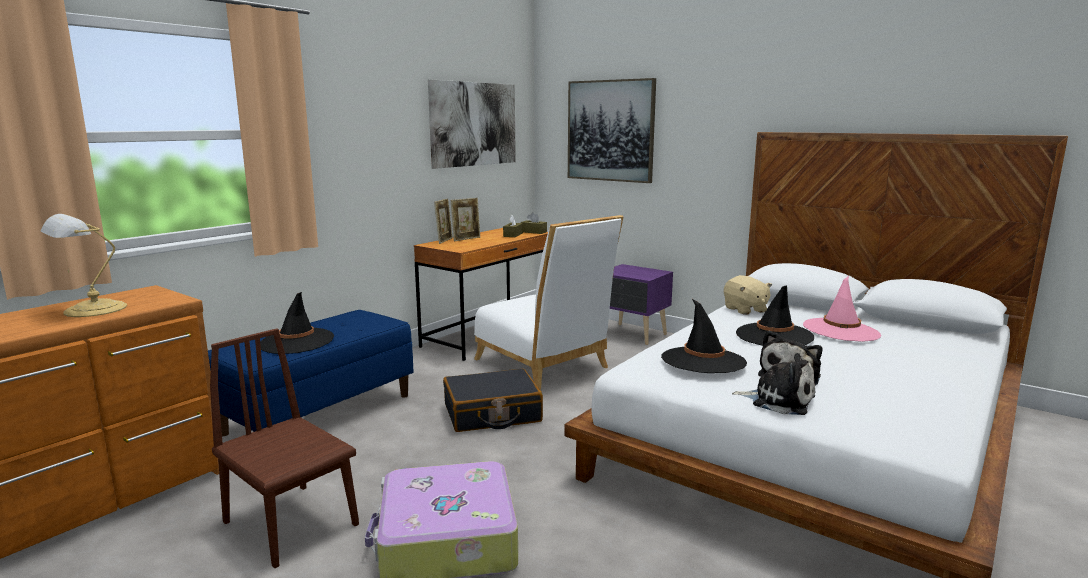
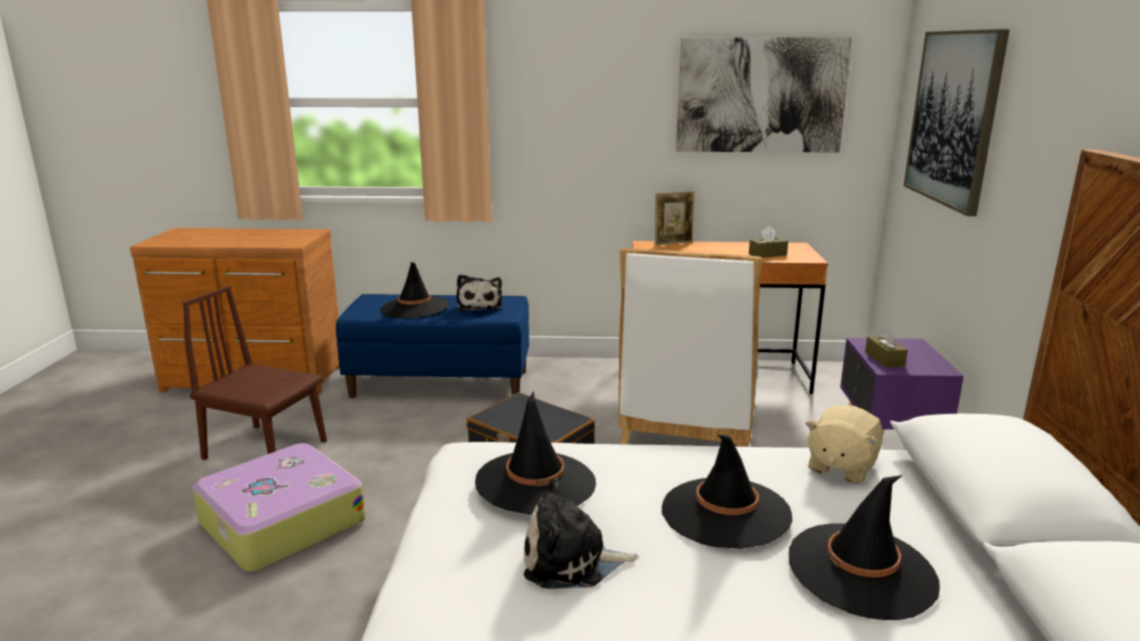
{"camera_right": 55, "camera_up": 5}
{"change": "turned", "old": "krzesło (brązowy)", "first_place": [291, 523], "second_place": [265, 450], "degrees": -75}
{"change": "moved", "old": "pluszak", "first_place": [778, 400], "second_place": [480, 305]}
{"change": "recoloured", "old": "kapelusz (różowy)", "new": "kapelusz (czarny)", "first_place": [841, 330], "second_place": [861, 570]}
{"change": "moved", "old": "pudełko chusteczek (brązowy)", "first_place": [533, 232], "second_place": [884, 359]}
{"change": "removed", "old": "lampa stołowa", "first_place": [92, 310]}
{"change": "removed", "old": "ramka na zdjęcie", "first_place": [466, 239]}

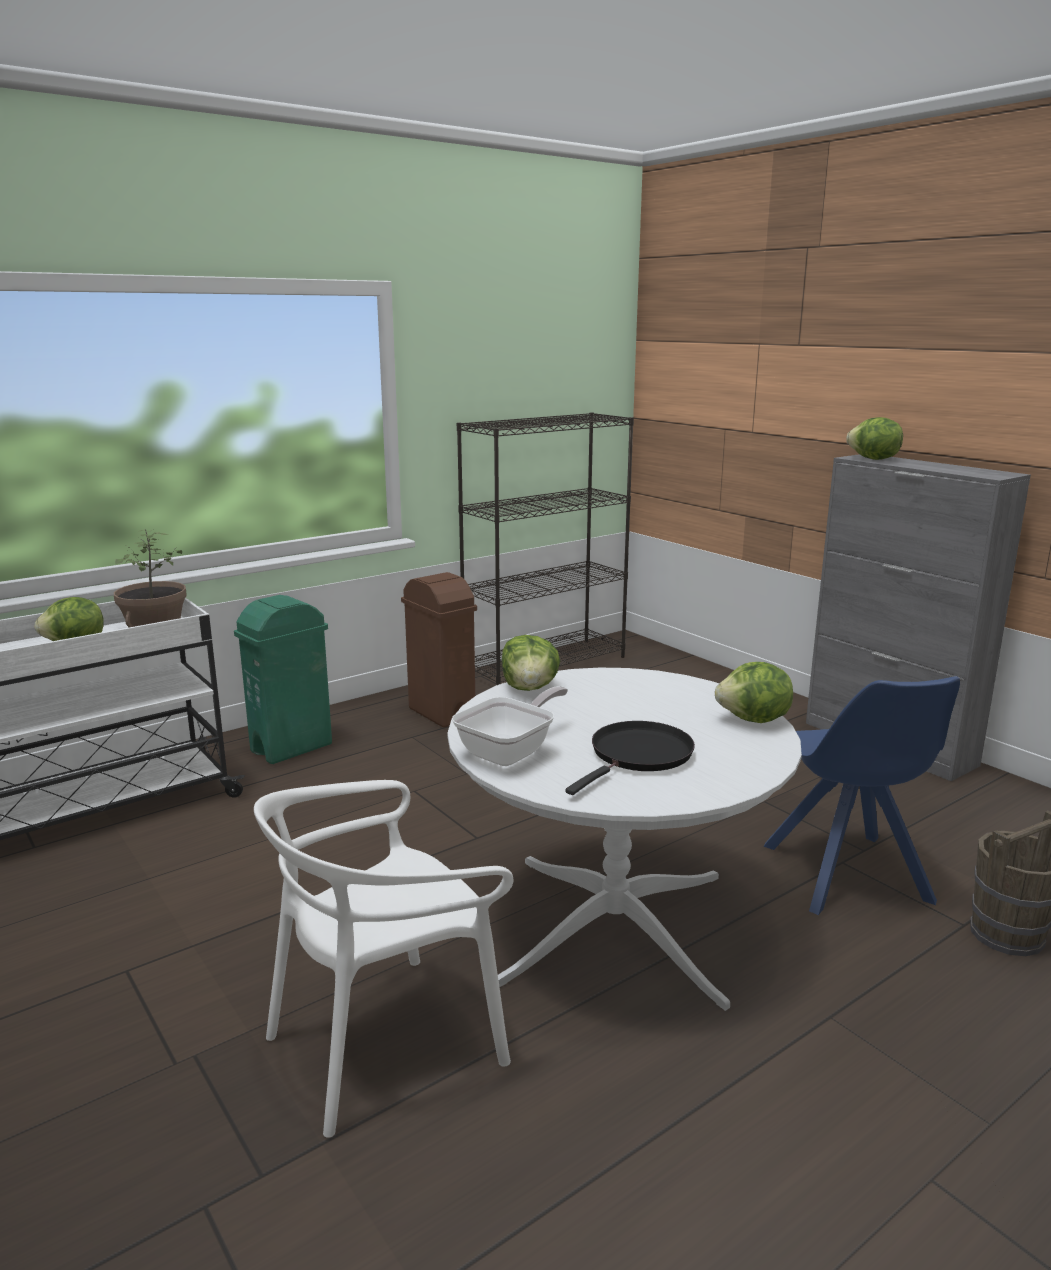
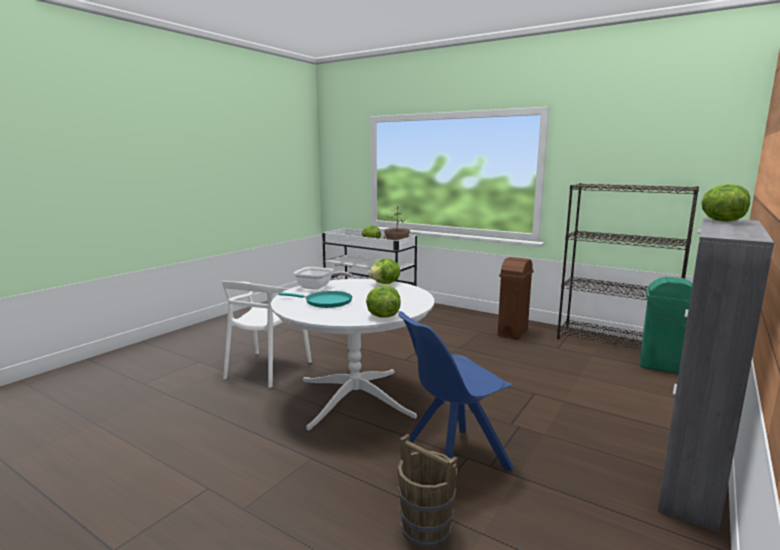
{"camera_right": 70, "camera_up": -5}
{"change": "turned", "old": "krzesło (biały)", "first_place": [385, 1043], "second_place": [267, 369], "degrees": -105}
{"change": "recoloured", "old": "patelnia (czarny)", "new": "patelnia (turkusowy)", "first_place": [638, 756], "second_place": [325, 302]}
{"change": "moved", "old": "kosz na śmieci (zielony)", "first_place": [292, 748], "second_place": [663, 367]}

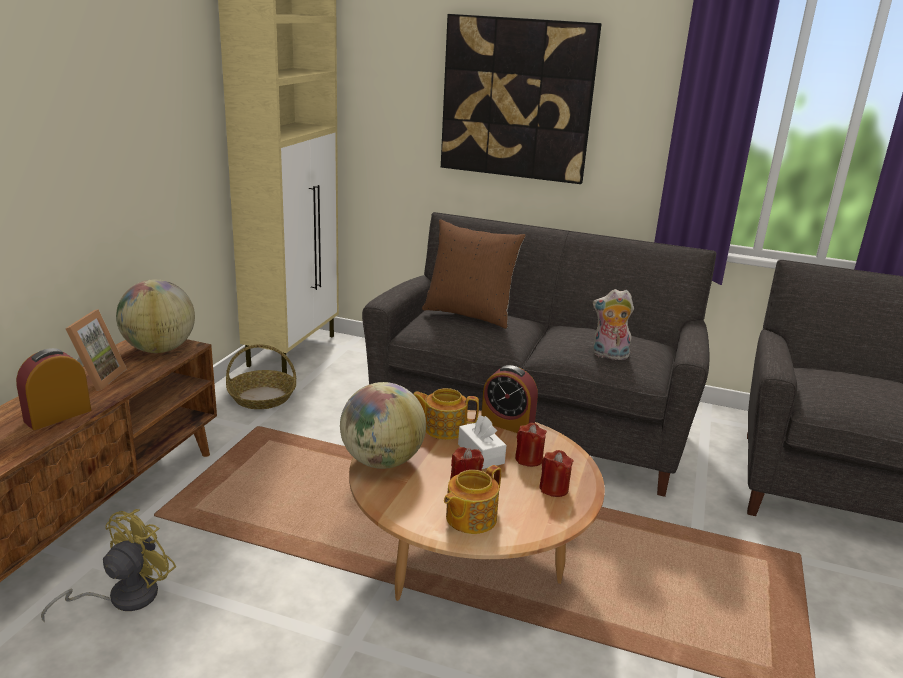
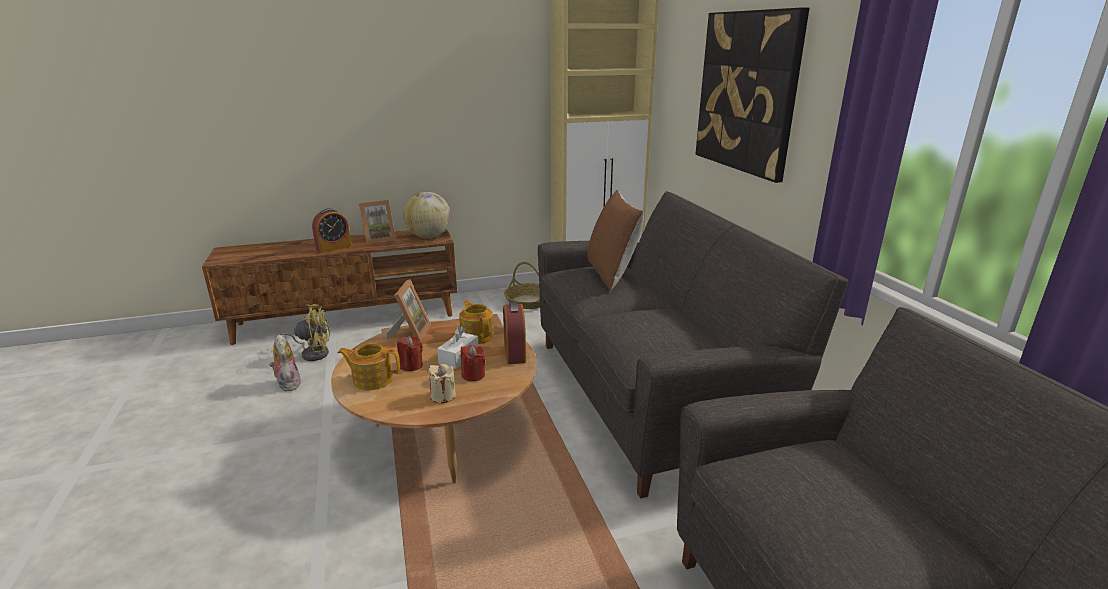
{"camera_right": 55, "camera_up": 0}
{"change": "moved", "old": "pluszak", "first_place": [609, 355], "second_place": [287, 384]}
{"change": "turned", "old": "budzik", "first_place": [58, 415], "second_place": [333, 247], "degrees": 135}
{"change": "replaced", "old": "globus", "new": "ramka na zdjęcie", "first_place": [382, 461], "second_place": [410, 333]}
{"change": "recoloured", "old": "świeca (czerwony)", "new": "świeca (beżowy)", "first_place": [554, 488], "second_place": [443, 396]}

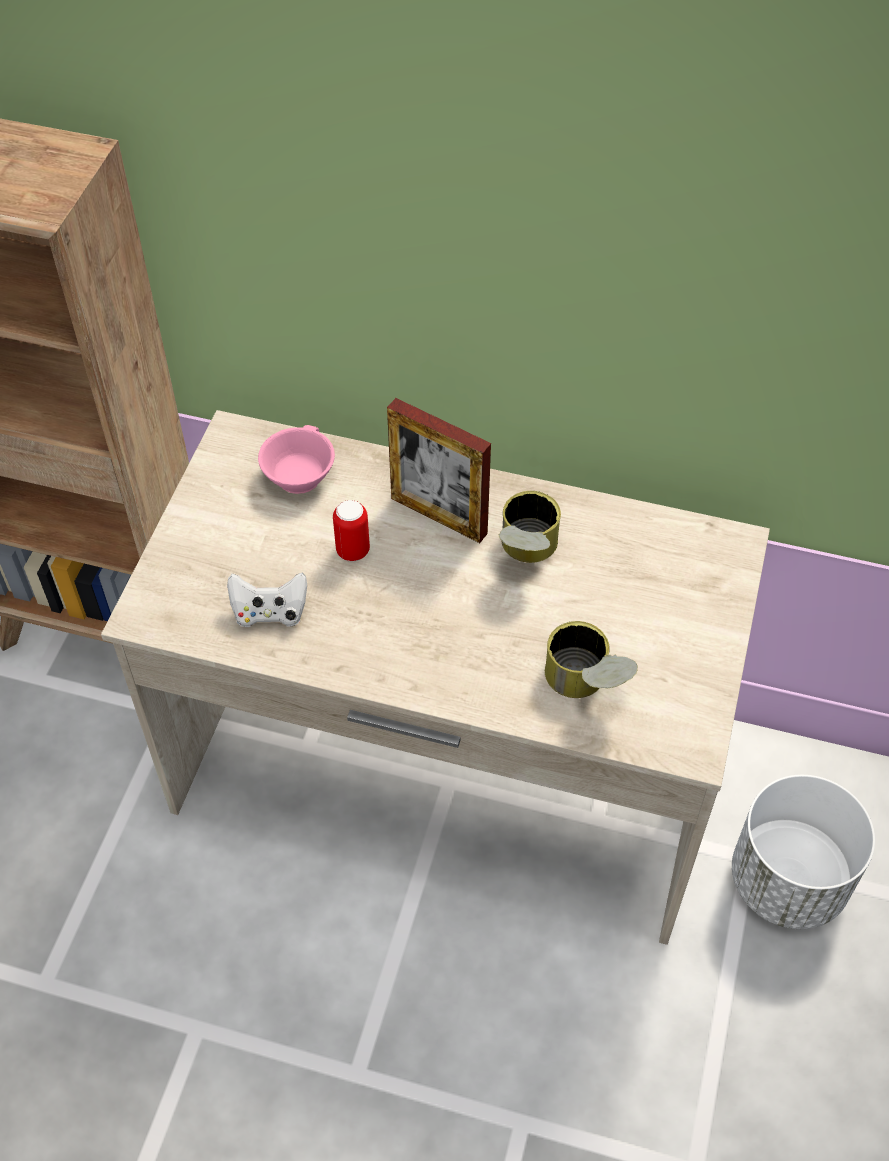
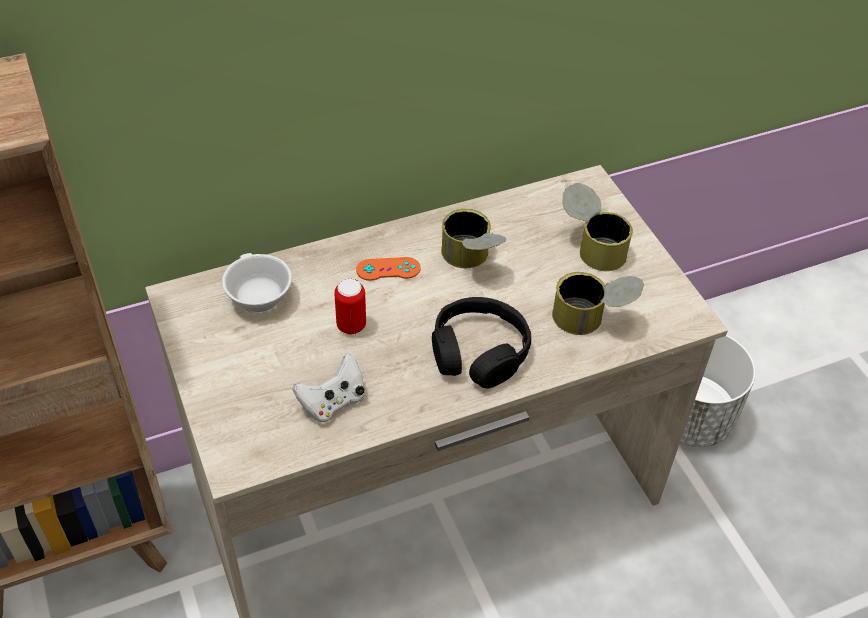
{"camera_right": -40, "camera_up": -5}
{"change": "recoloured", "old": "filiżanka (różowy)", "new": "filiżanka (biały)", "first_place": [297, 474], "second_place": [256, 297]}
{"change": "replaced", "old": "ramka na zdjęcie", "new": "pad do gier (pomarańczowy)", "first_place": [439, 516], "second_place": [388, 269]}
{"change": "added", "new": "słuchawki (czarny)", "second_place": [478, 352]}
{"change": "added", "new": "puszka", "second_place": [591, 246]}

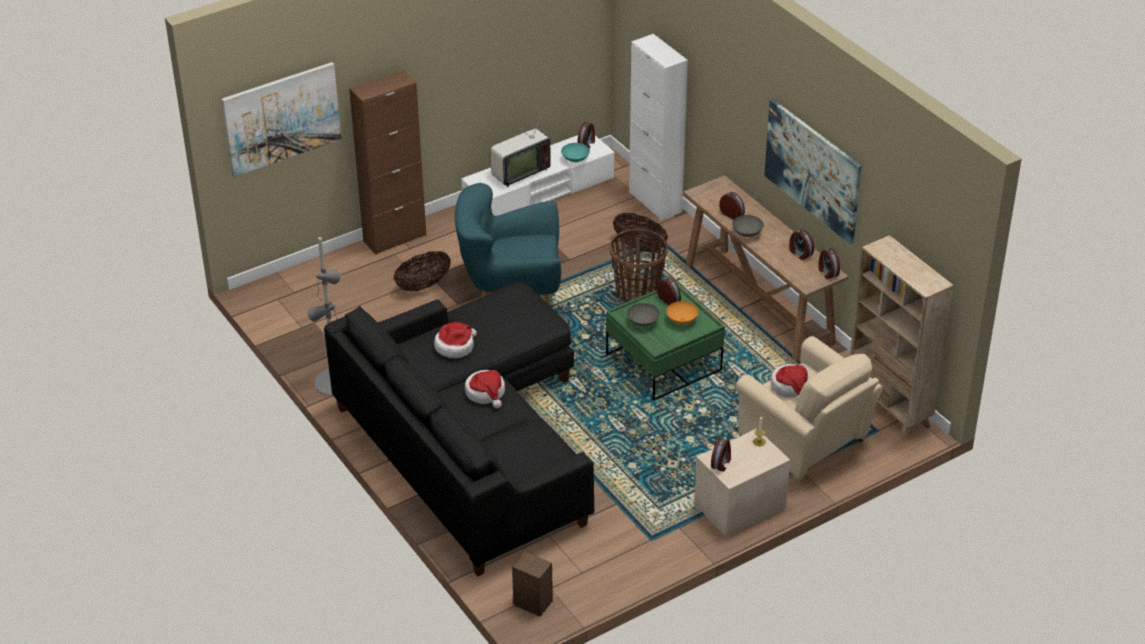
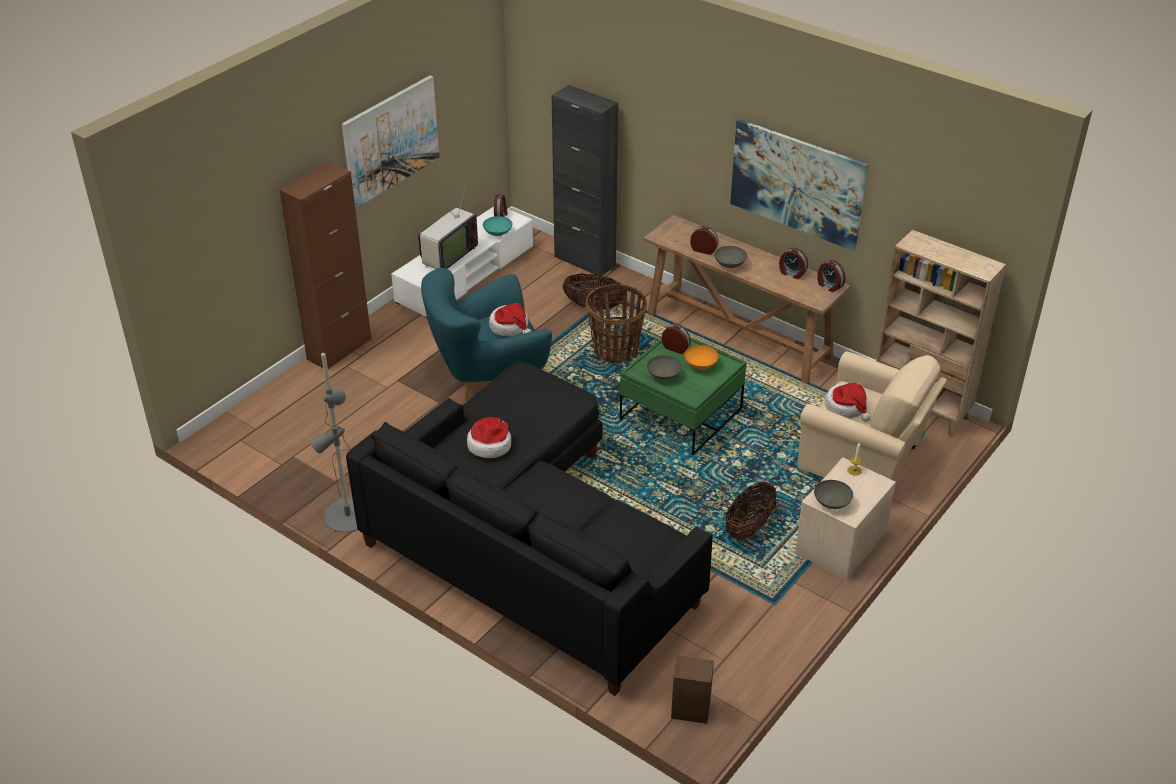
{"camera_right": -20, "camera_up": 0}
{"change": "moved", "old": "obraz", "first_place": [282, 118], "second_place": [391, 140]}
{"change": "moved", "old": "kapelusz", "first_place": [486, 393], "second_place": [510, 327]}
{"change": "recoloured", "old": "szafka (biały)", "new": "szafka (czarny)", "first_place": [655, 202], "second_place": [585, 261]}
{"change": "moved", "old": "koszyk", "first_place": [423, 285], "second_place": [749, 527]}
{"change": "replaced", "old": "budzik", "new": "miska (szary)", "first_place": [721, 463], "second_place": [831, 503]}

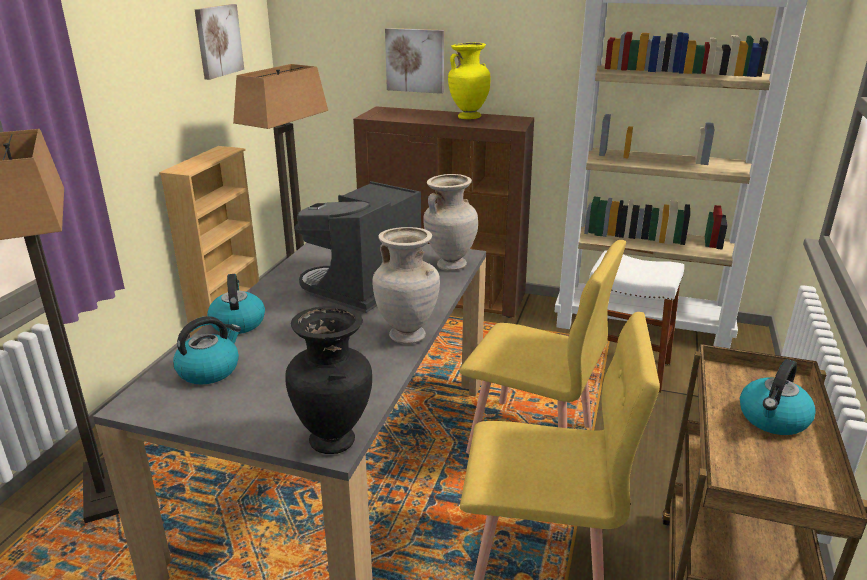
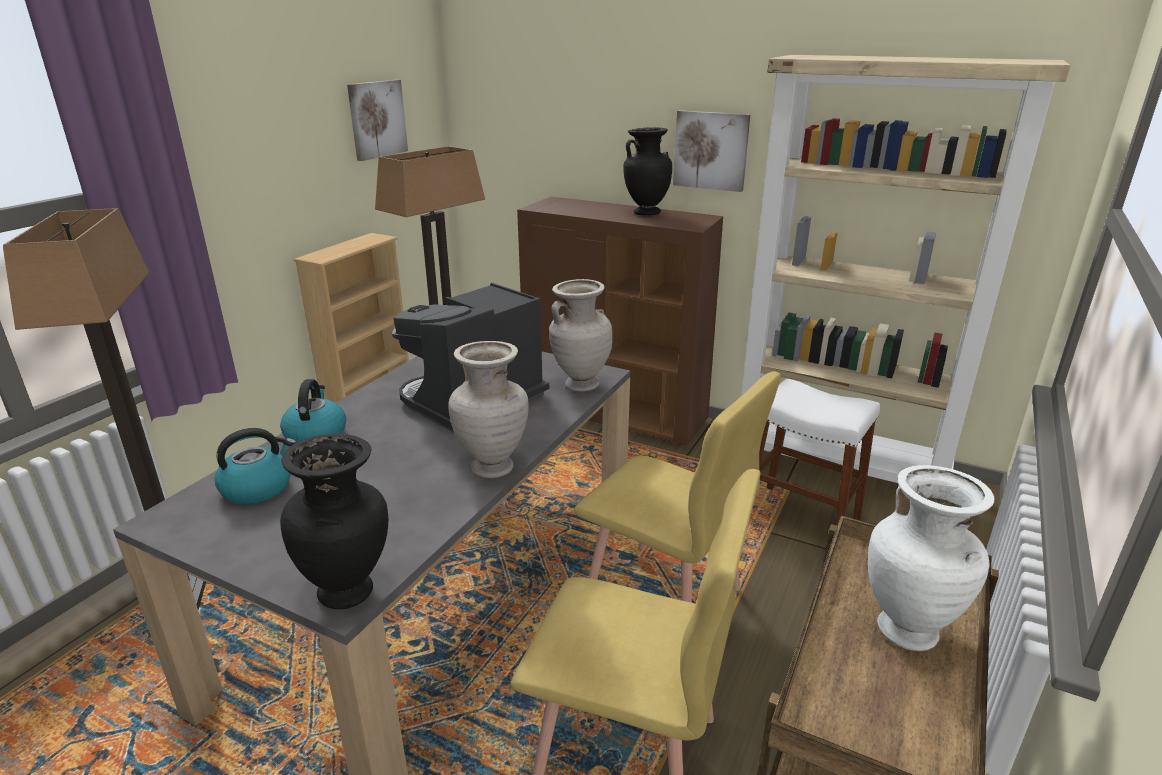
{"camera_right": 10, "camera_up": 0}
{"change": "recoloured", "old": "wazon (żółty)", "new": "wazon (czarny)", "first_place": [468, 117], "second_place": [646, 213]}
{"change": "moved", "old": "obraz", "first_place": [415, 60], "second_place": [711, 150]}
{"change": "replaced", "old": "czajnik", "new": "wazon (biały)", "first_place": [773, 419], "second_place": [908, 630]}

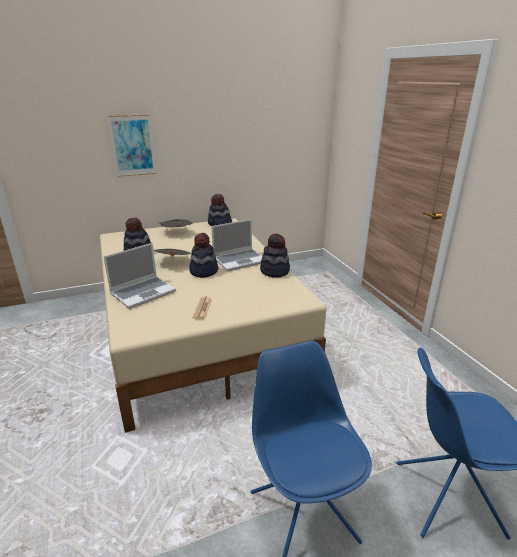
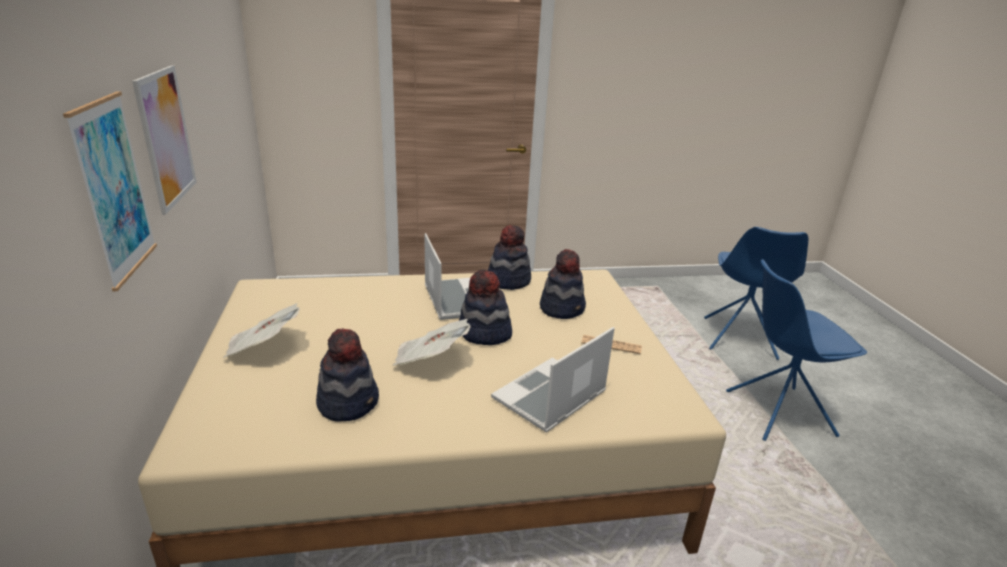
{"camera_right": -80, "camera_up": 0}
{"change": "added", "new": "obraz", "second_place": [166, 137]}
{"change": "turned", "old": "laptop", "first_place": [143, 292], "second_place": [549, 397], "degrees": -105}
{"change": "moved", "old": "kapelusz", "first_place": [219, 224], "second_place": [562, 308]}

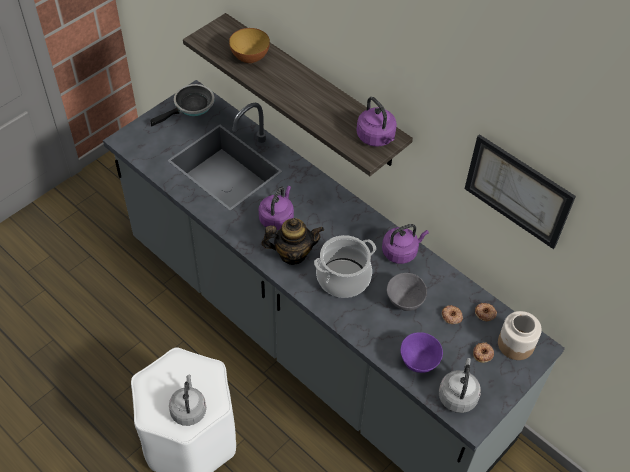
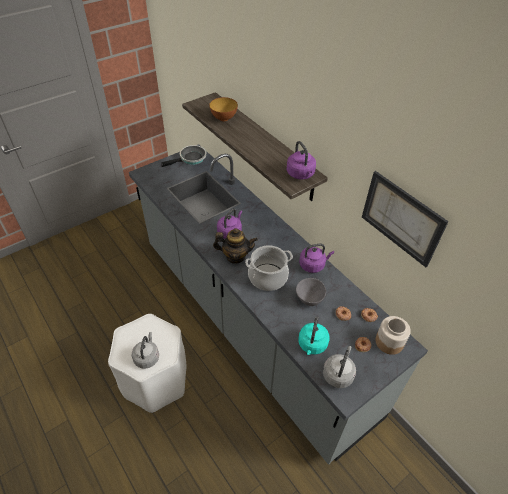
{"camera_right": 10, "camera_up": -5}
{"change": "replaced", "old": "miska (fioletowy)", "new": "czajnik (turkusowy)", "first_place": [419, 363], "second_place": [312, 345]}

